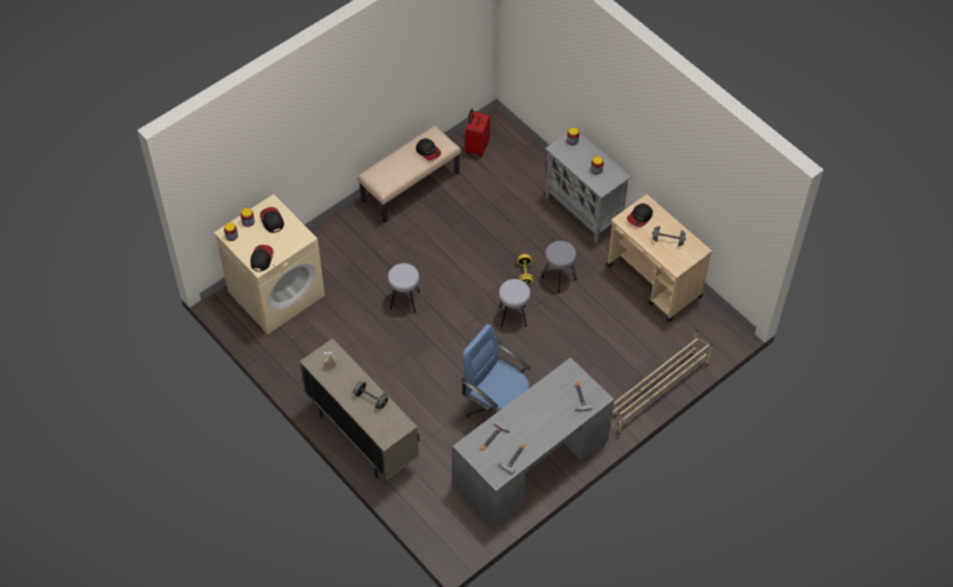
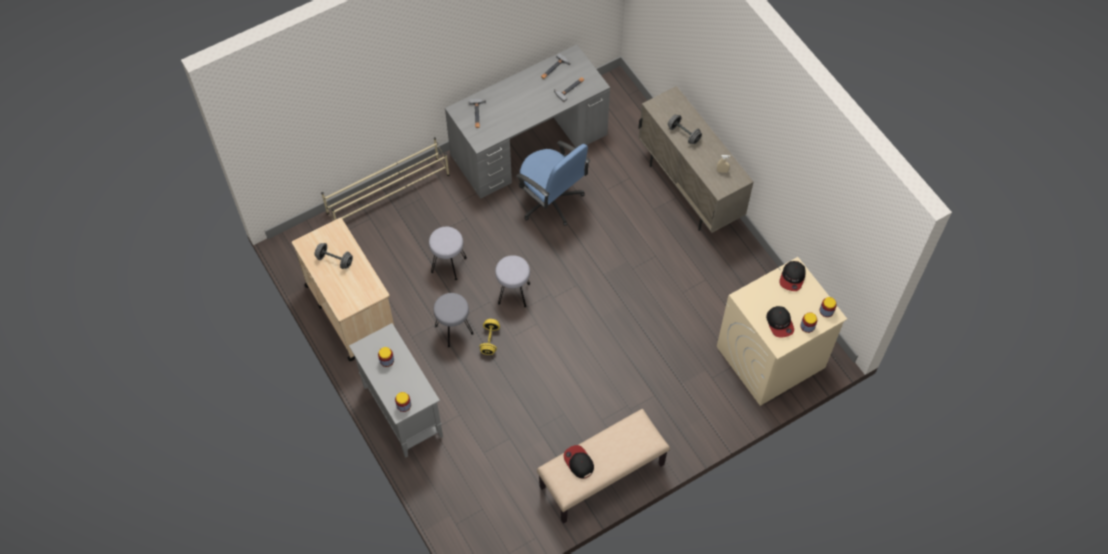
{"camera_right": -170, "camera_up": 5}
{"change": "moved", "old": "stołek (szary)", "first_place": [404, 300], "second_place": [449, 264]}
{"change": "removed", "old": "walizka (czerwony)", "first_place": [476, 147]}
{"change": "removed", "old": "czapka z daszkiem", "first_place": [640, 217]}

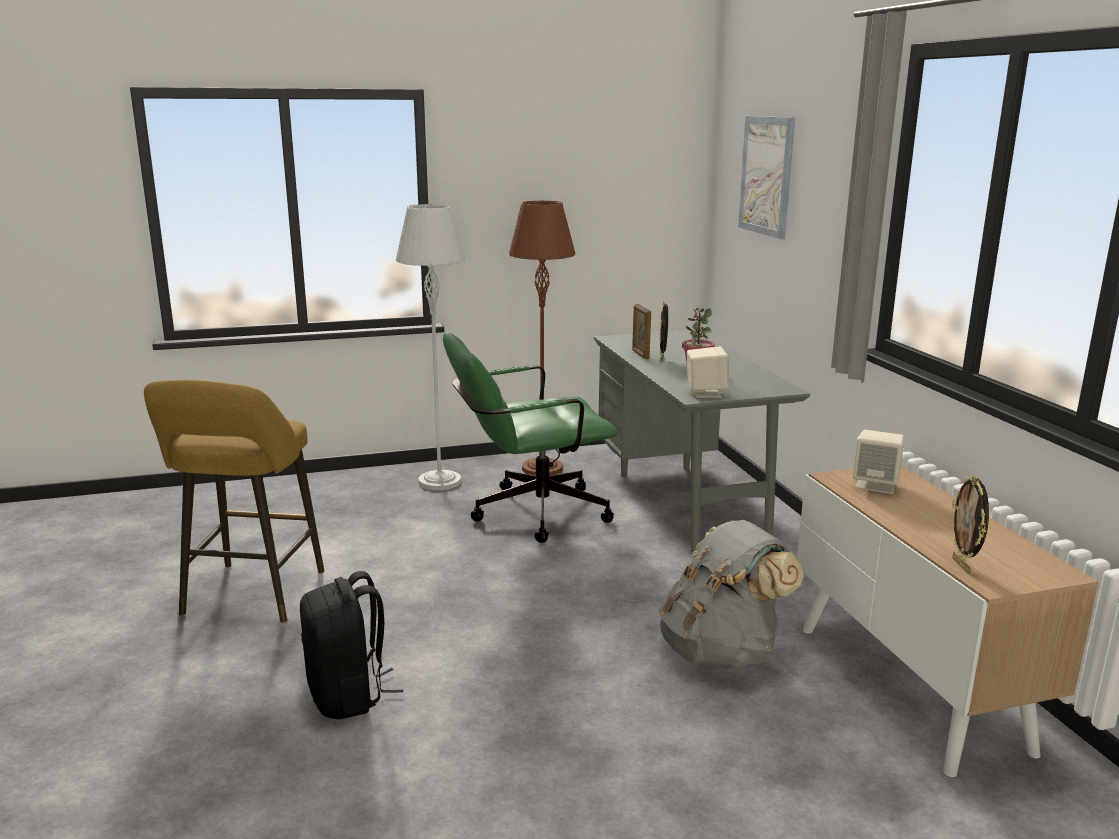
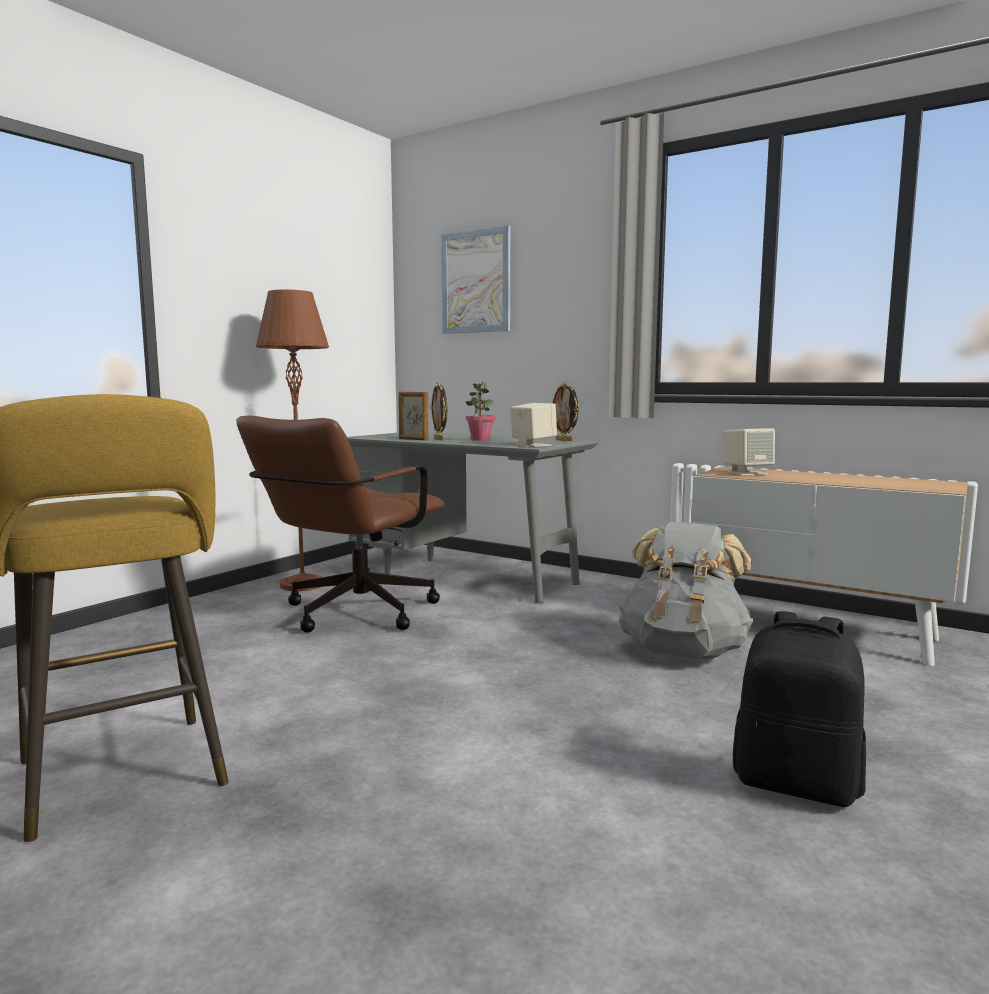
{"camera_right": -40, "camera_up": -10}
{"change": "recoloured", "old": "krzesło biurowe (zielony)", "new": "krzesło biurowe (brązowy)", "first_place": [528, 513], "second_place": [350, 615]}
{"change": "moved", "old": "ramka na zdjęcie", "first_place": [962, 565], "second_place": [564, 440]}
{"change": "moved", "old": "plecak (czarny)", "first_place": [348, 696], "second_place": [796, 784]}
{"change": "removed", "old": "lampa stojąca (szary)", "first_place": [439, 481]}

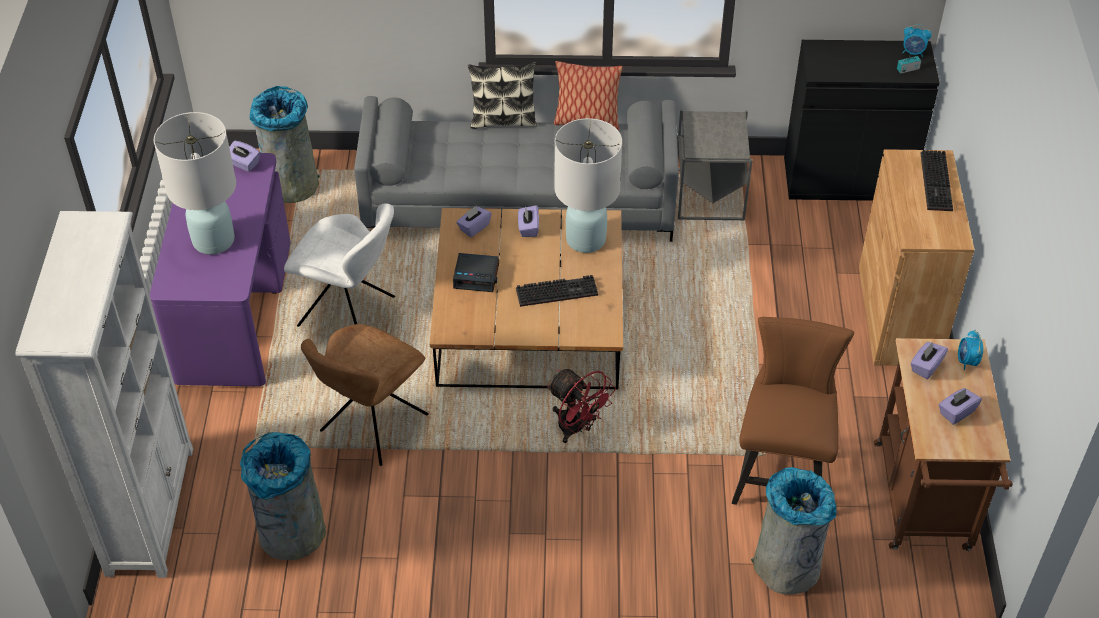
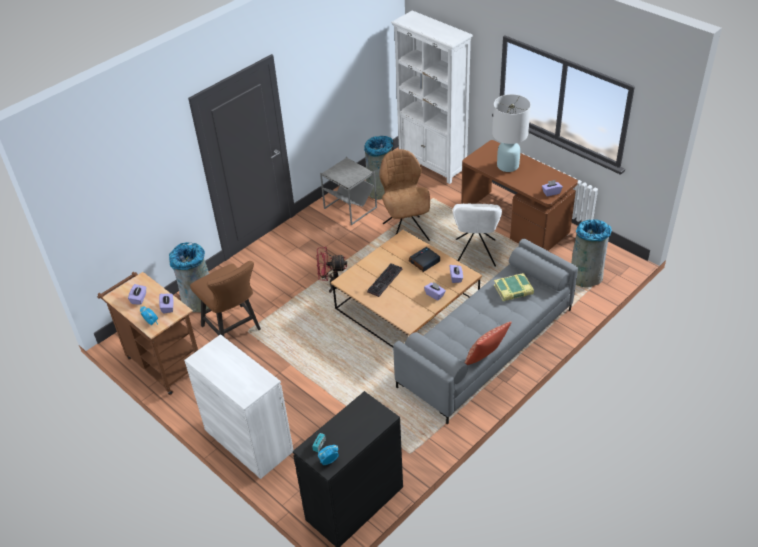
{"camera_right": 135, "camera_up": -5}
{"change": "recoloured", "old": "szafka (brązowy)", "new": "szafka (biały)", "first_place": [898, 315], "second_place": [248, 440]}
{"change": "moved", "old": "stolik (szary)", "first_place": [710, 194], "second_place": [350, 208]}
{"change": "turned", "old": "krzesło (biały)", "first_place": [350, 313], "second_place": [475, 254], "degrees": -60}
{"change": "recoloured", "old": "biurko (fioletowy)", "new": "biurko (brązowy)", "first_place": [233, 310], "second_place": [515, 223]}
{"change": "added", "new": "książka", "second_place": [513, 290]}
{"change": "removed", "old": "poduszka", "first_place": [503, 120]}
{"change": "removed", "old": "lampa stołowa (biały)", "first_place": [586, 239]}
{"change": "removed", "old": "klawiatura", "first_place": [938, 183]}

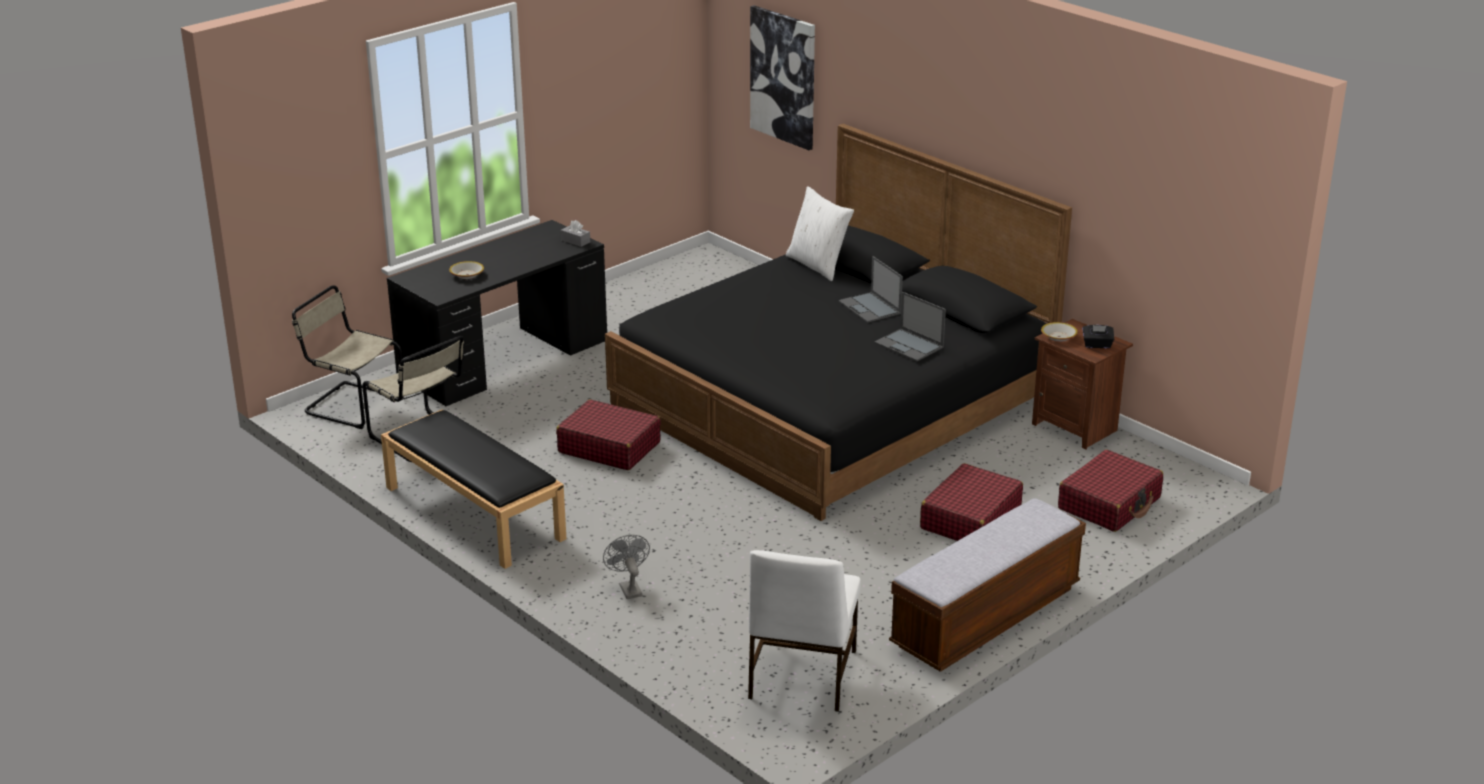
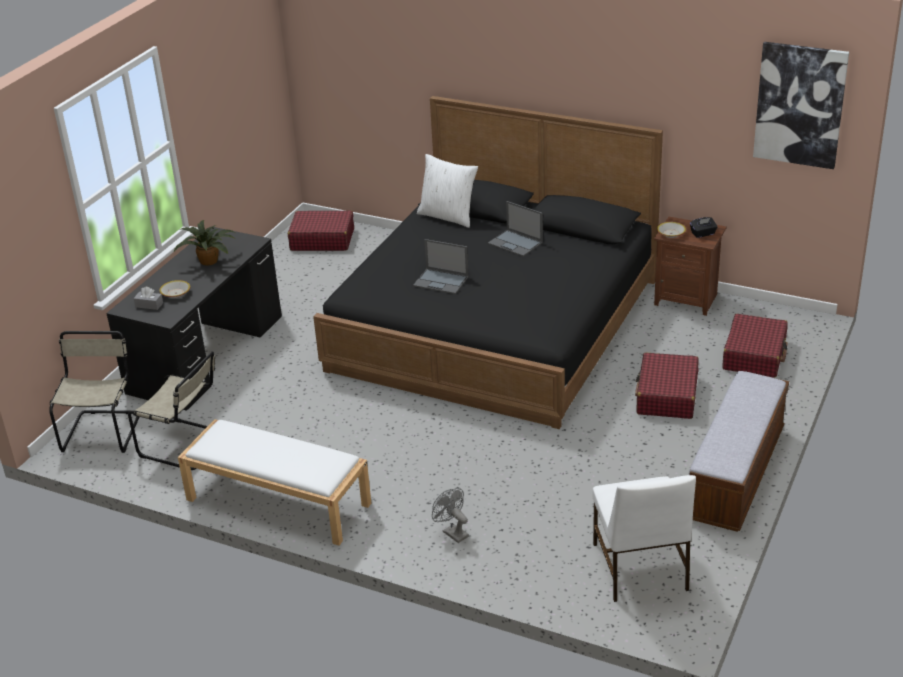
{"camera_right": -20, "camera_up": 5}
{"change": "turned", "old": "krzesło (beżowy)", "first_place": [351, 405], "second_place": [102, 431], "degrees": 90}
{"change": "moved", "old": "pudełko chusteczek (szary)", "first_place": [575, 241], "second_place": [149, 305]}
{"change": "added", "new": "roślina doniczkowa", "second_place": [209, 260]}
{"change": "recoloured", "old": "ławka (czarny)", "new": "ławka (biały)", "first_place": [473, 512], "second_place": [277, 502]}
{"change": "moved", "old": "walizka (czerwony)", "first_place": [609, 447], "second_place": [322, 240]}
{"change": "moved", "old": "laptop", "first_place": [909, 345], "second_place": [441, 281]}
{"change": "moved", "old": "obraz", "first_place": [783, 77], "second_place": [800, 105]}

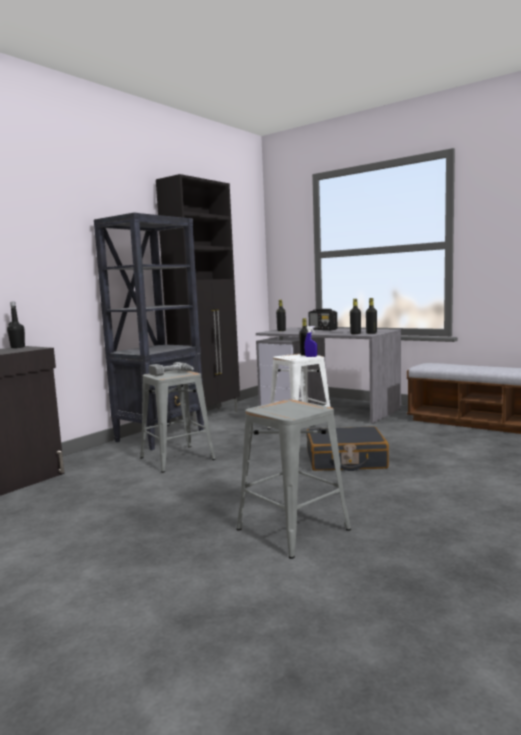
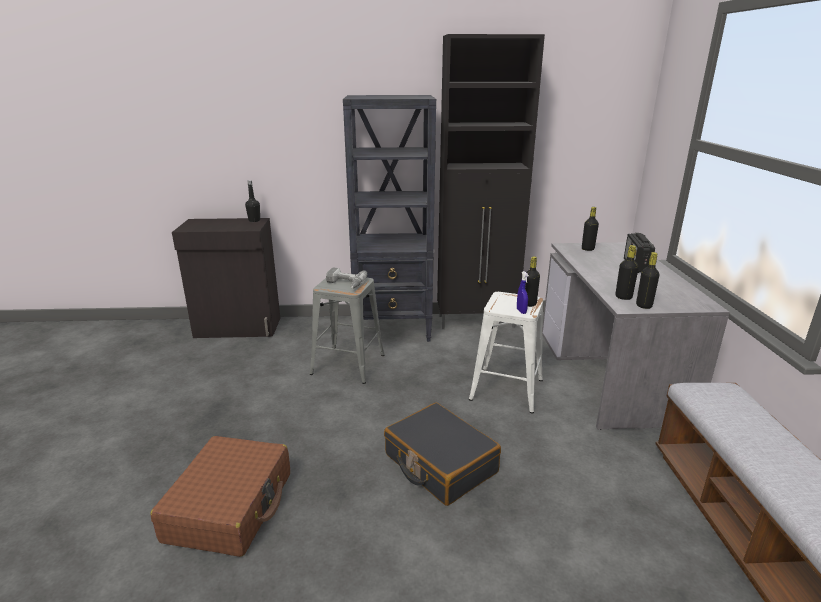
{"camera_right": 50, "camera_up": 15}
{"change": "replaced", "old": "stołek (szary)", "new": "walizka (brązowy)", "first_place": [292, 529], "second_place": [230, 506]}

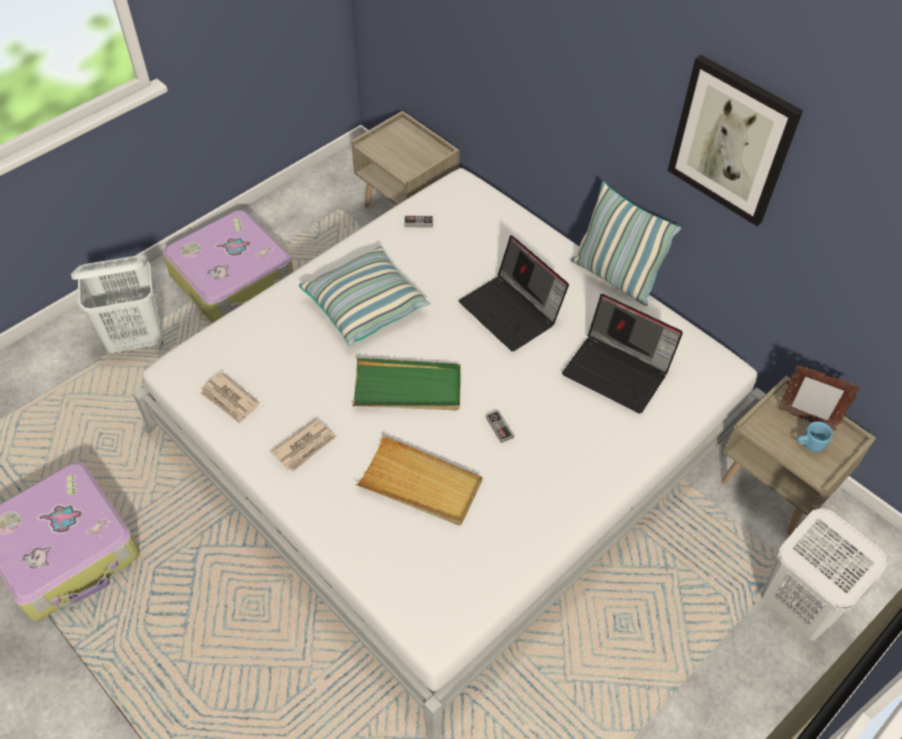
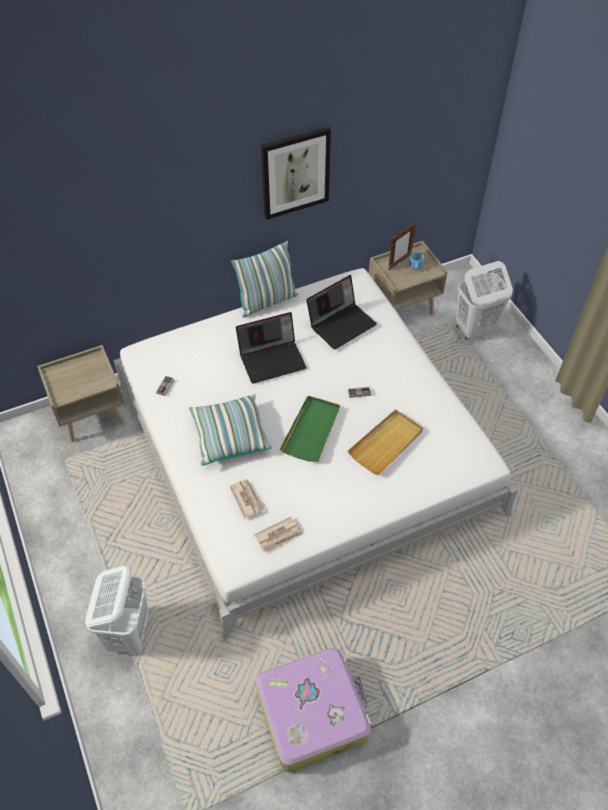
{"camera_right": -70, "camera_up": 0}
{"change": "moved", "old": "gazeta", "first_place": [305, 446], "second_place": [247, 499]}
{"change": "removed", "old": "walizka", "first_place": [234, 279]}

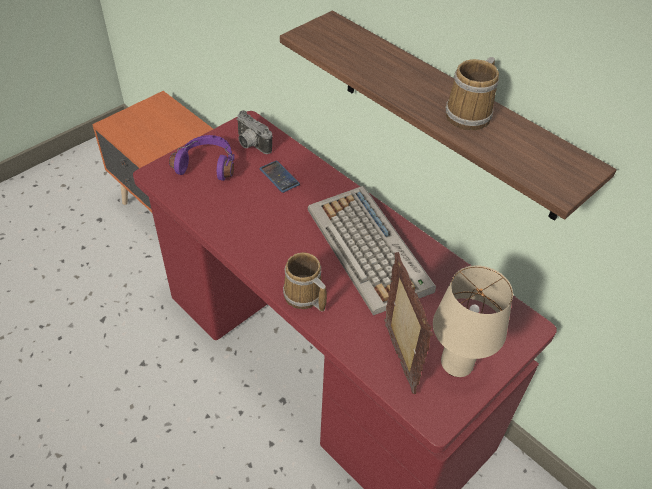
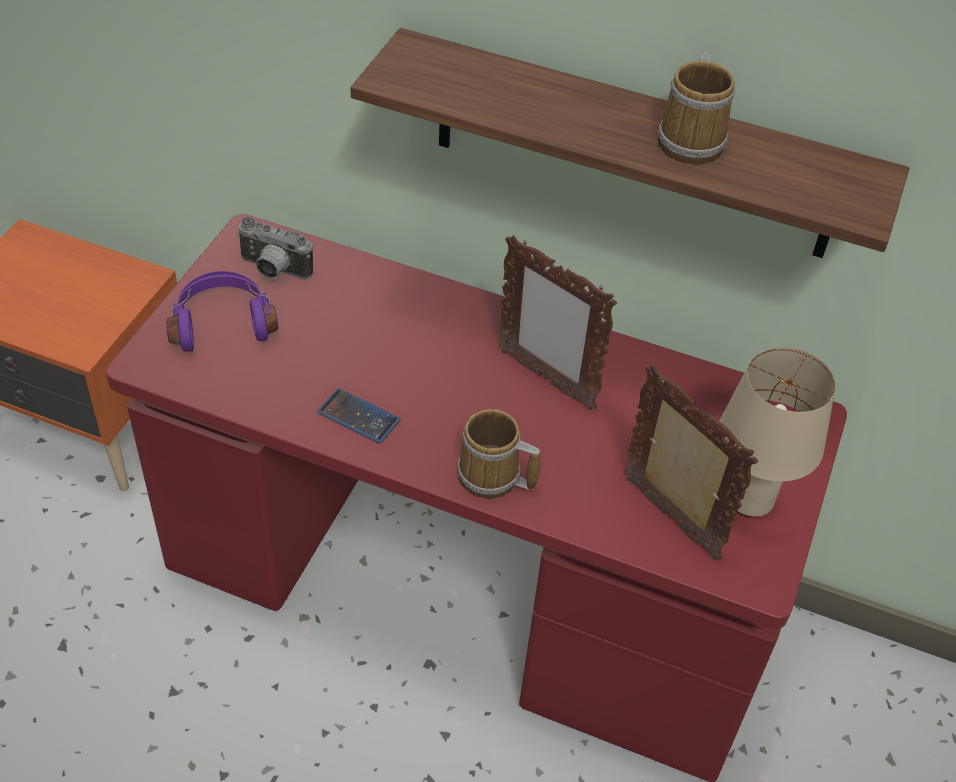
{"camera_right": -25, "camera_up": 0}
{"change": "moved", "old": "telefon", "first_place": [279, 177], "second_place": [358, 416]}
{"change": "replaced", "old": "klawiatura", "new": "ramka na zdjęcie", "first_place": [370, 250], "second_place": [546, 379]}

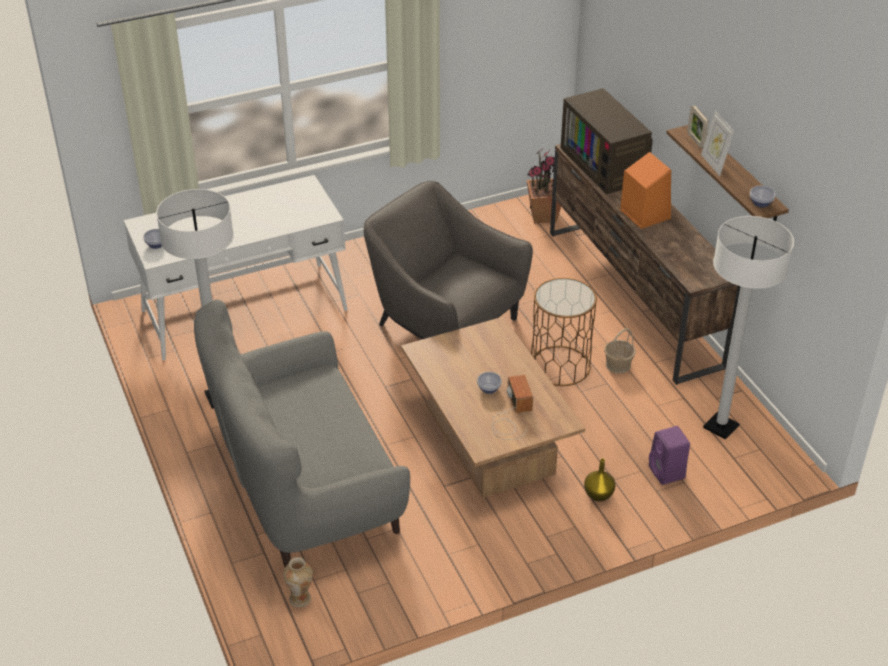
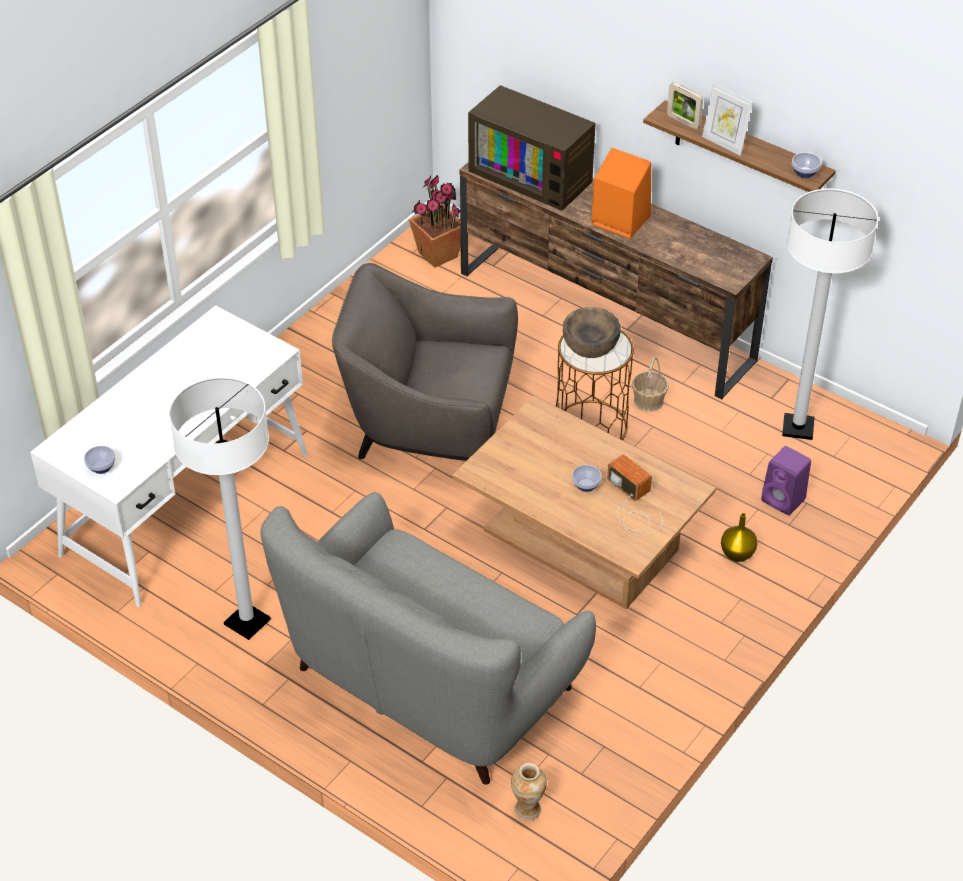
{"camera_right": -30, "camera_up": 5}
{"change": "added", "new": "miska (brązowy)", "second_place": [590, 344]}

